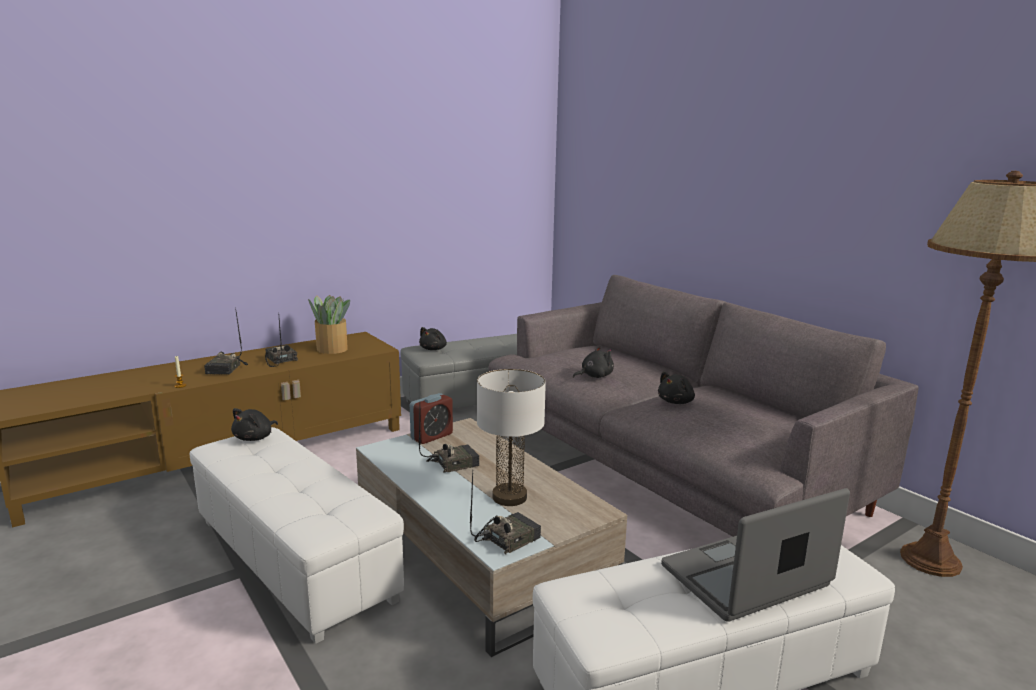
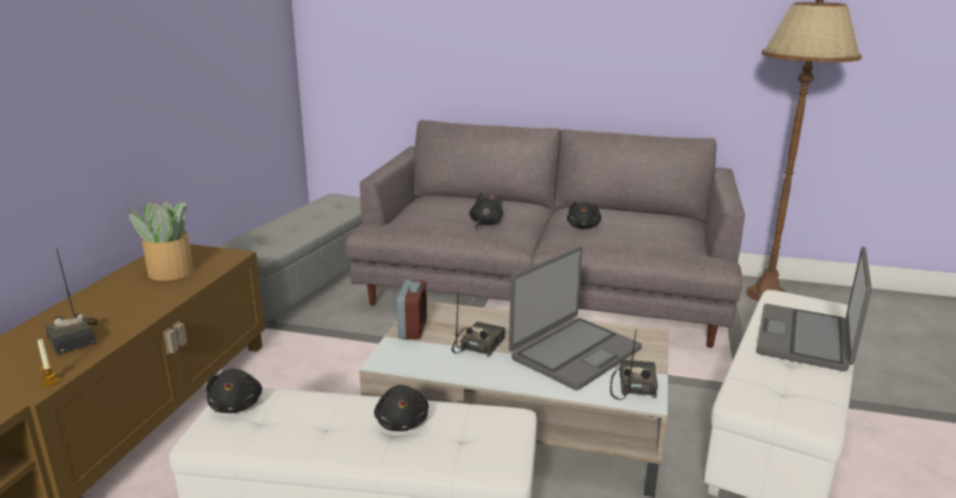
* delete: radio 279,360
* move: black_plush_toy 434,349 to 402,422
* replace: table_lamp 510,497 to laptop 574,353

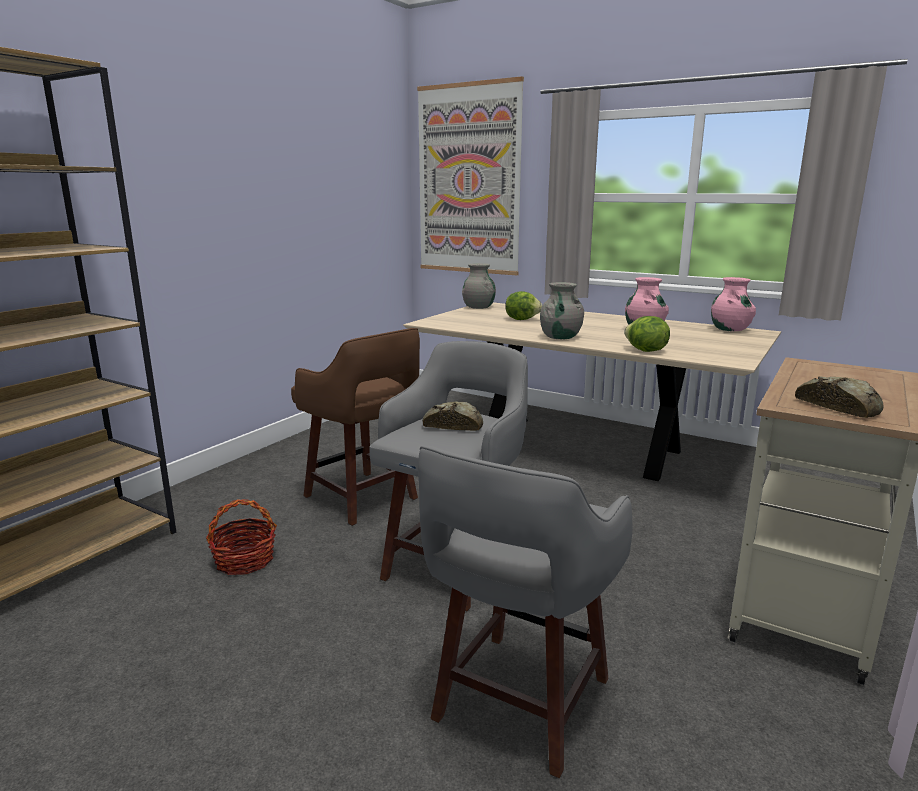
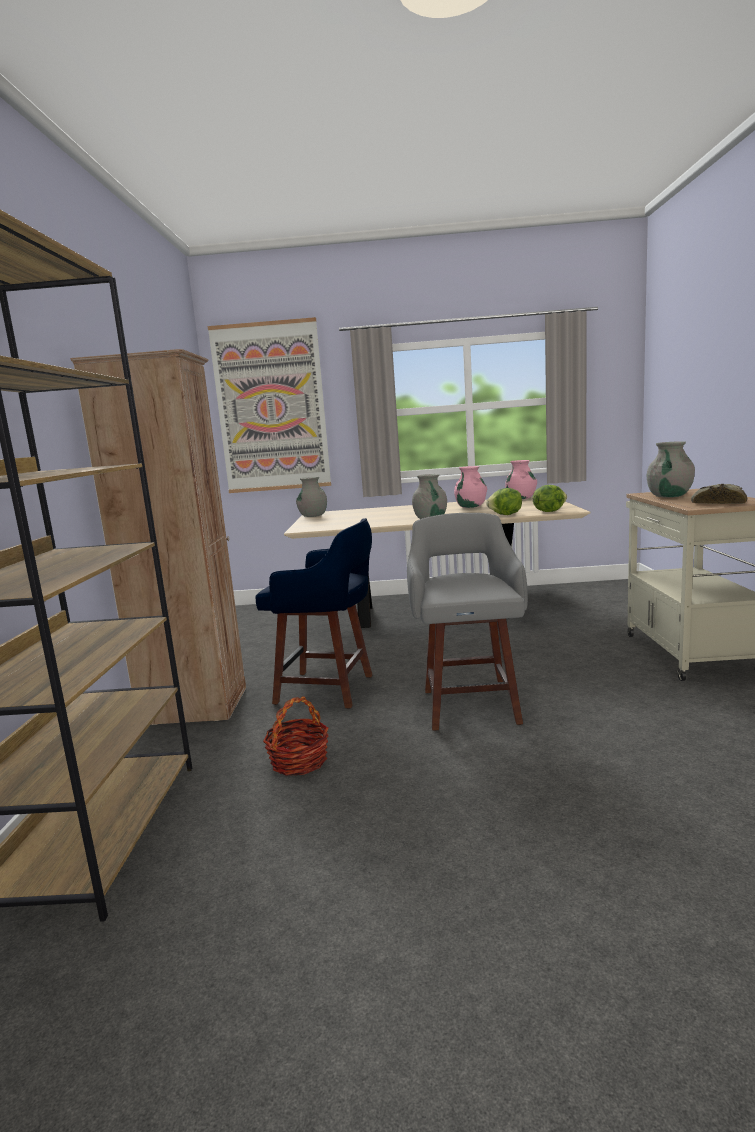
* move: lettuce 522,319 to 549,511
* recolor: brown_stool 363,499 to blue_stool 329,690
* delete: bread 453,425
* delete: grey_stool 518,704
* insert: brown_cabinet 196,705
* insert: grey_vase 669,496

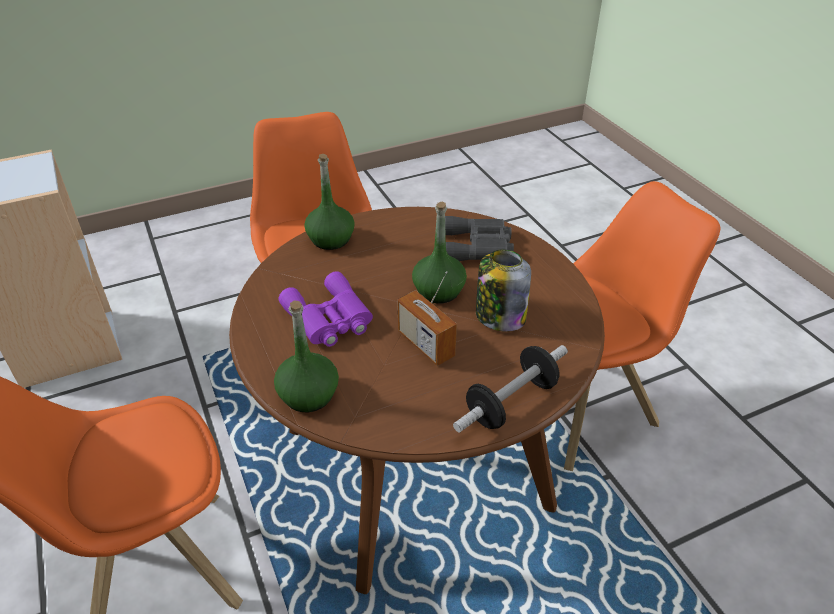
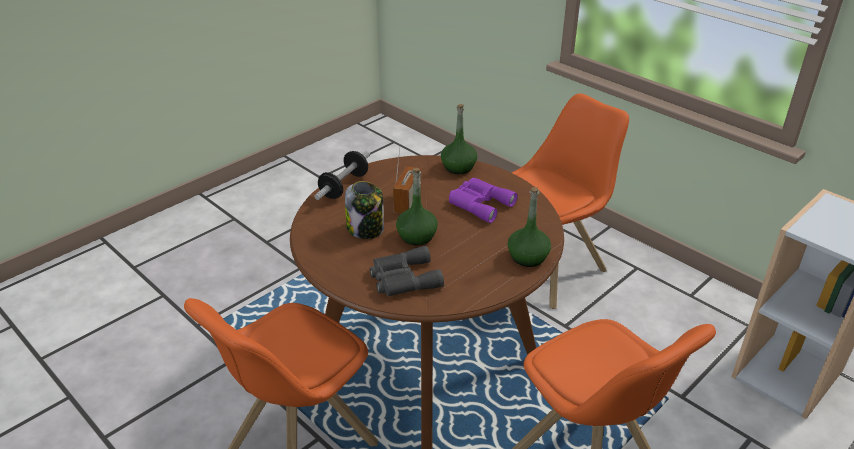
* rotate: radio 426,344 = 407,203 75 degrees clockwise

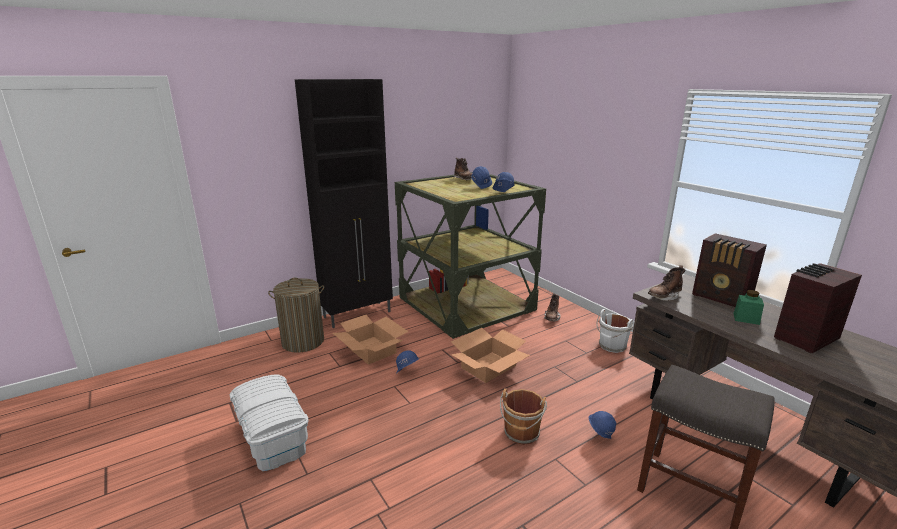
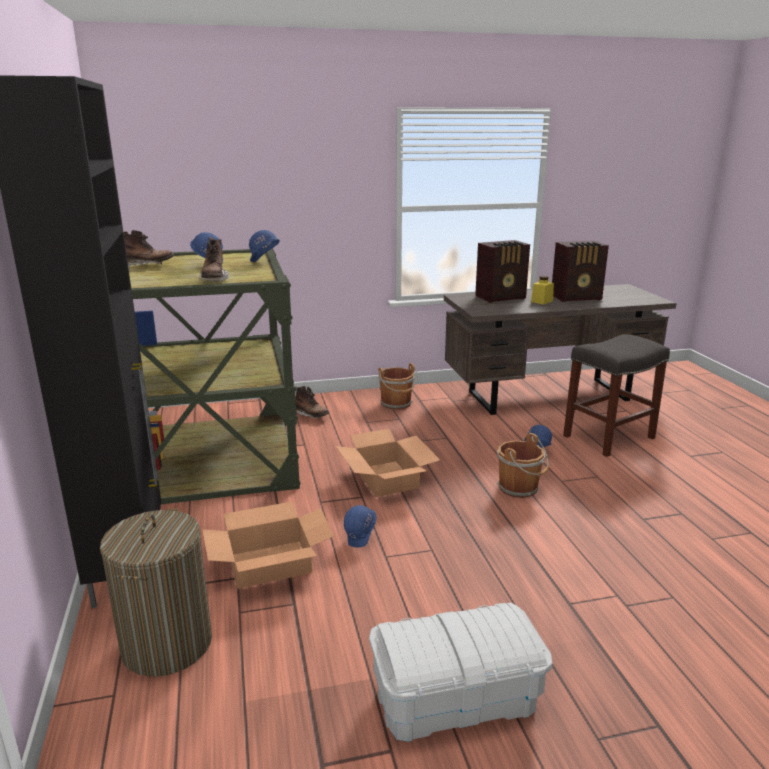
* rotate: radio 804,338 = 577,298 90 degrees counterclockwise
* move: brown_boot 664,297 to 214,280
* recolor: green_jar 746,319 to yellow_jar 542,301
* recolor: white_bucket 612,346 to brown_bucket 397,404

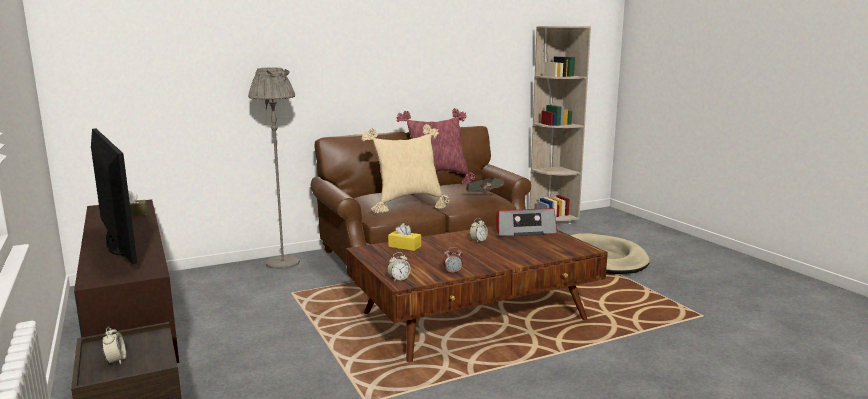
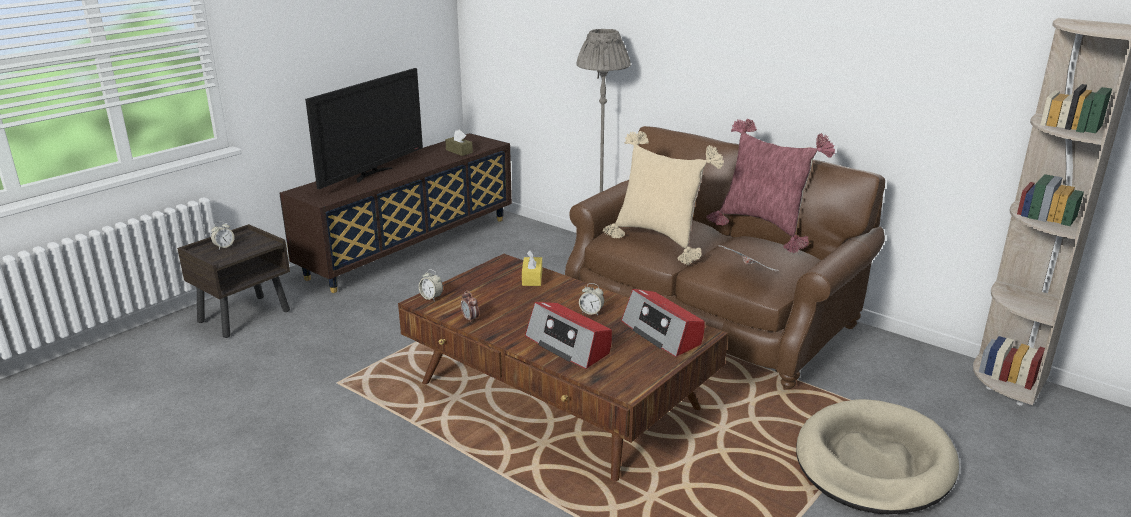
* insert: radio 569,345

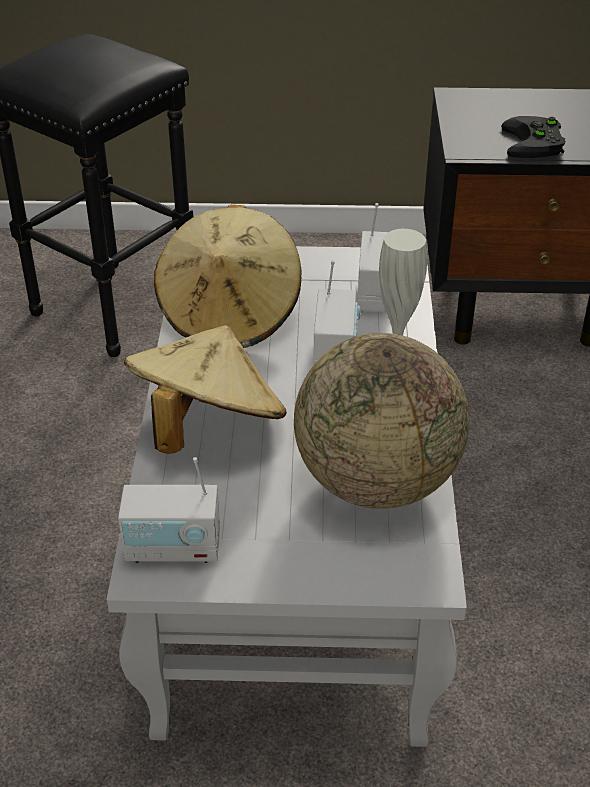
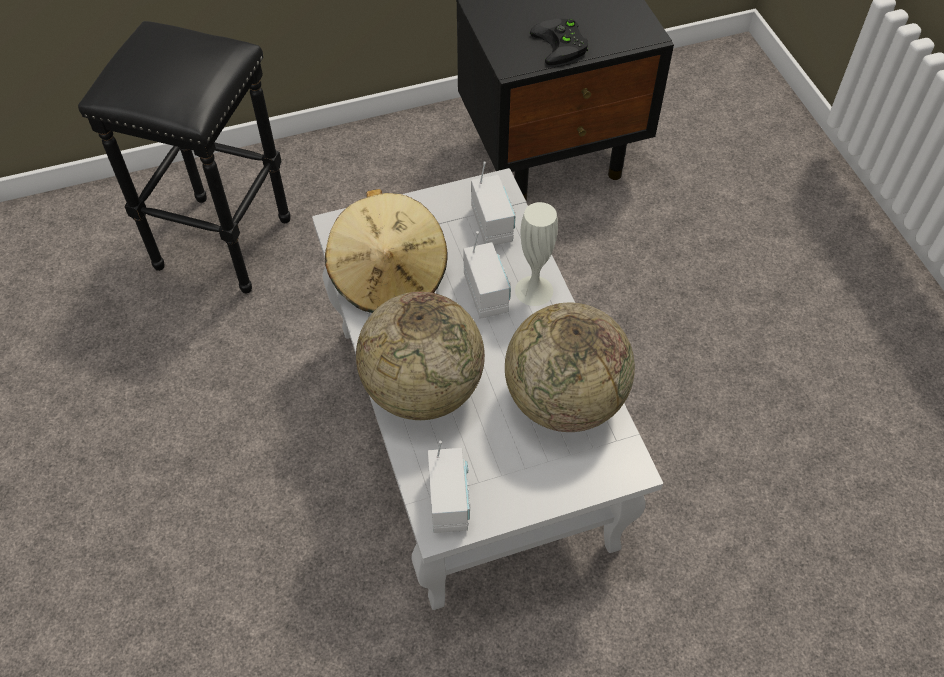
* replace: beige_hat 207,427 to globe 422,389
* rotate: radio 173,548 = 449,501 75 degrees counterclockwise

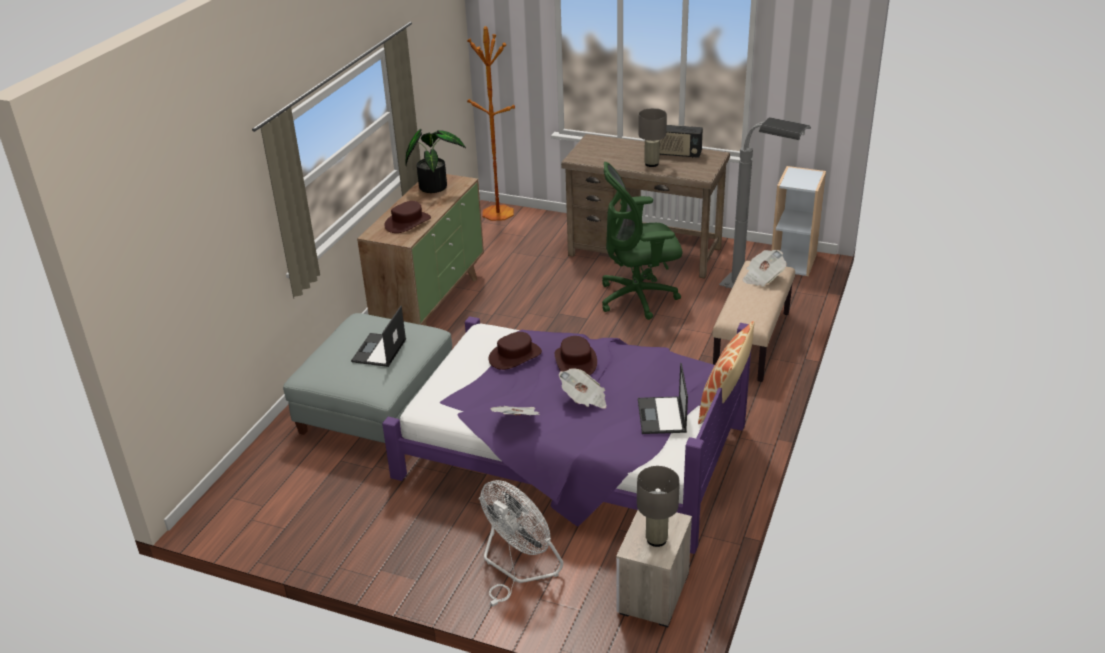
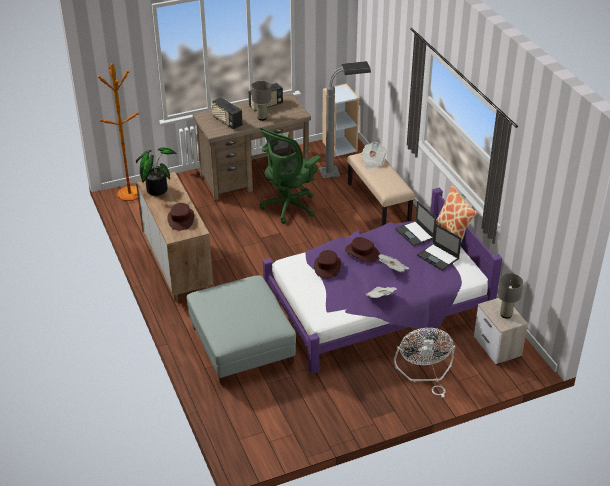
* move: laptop 379,351 to 415,234
* insert: radio 227,122

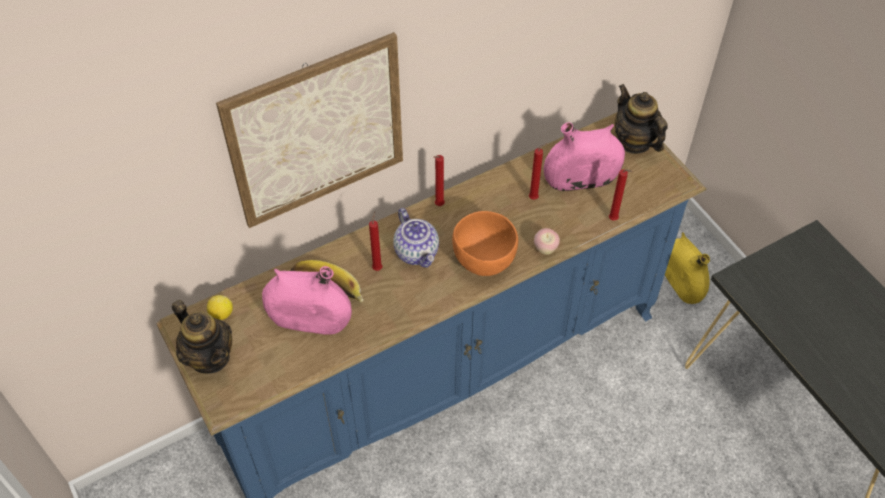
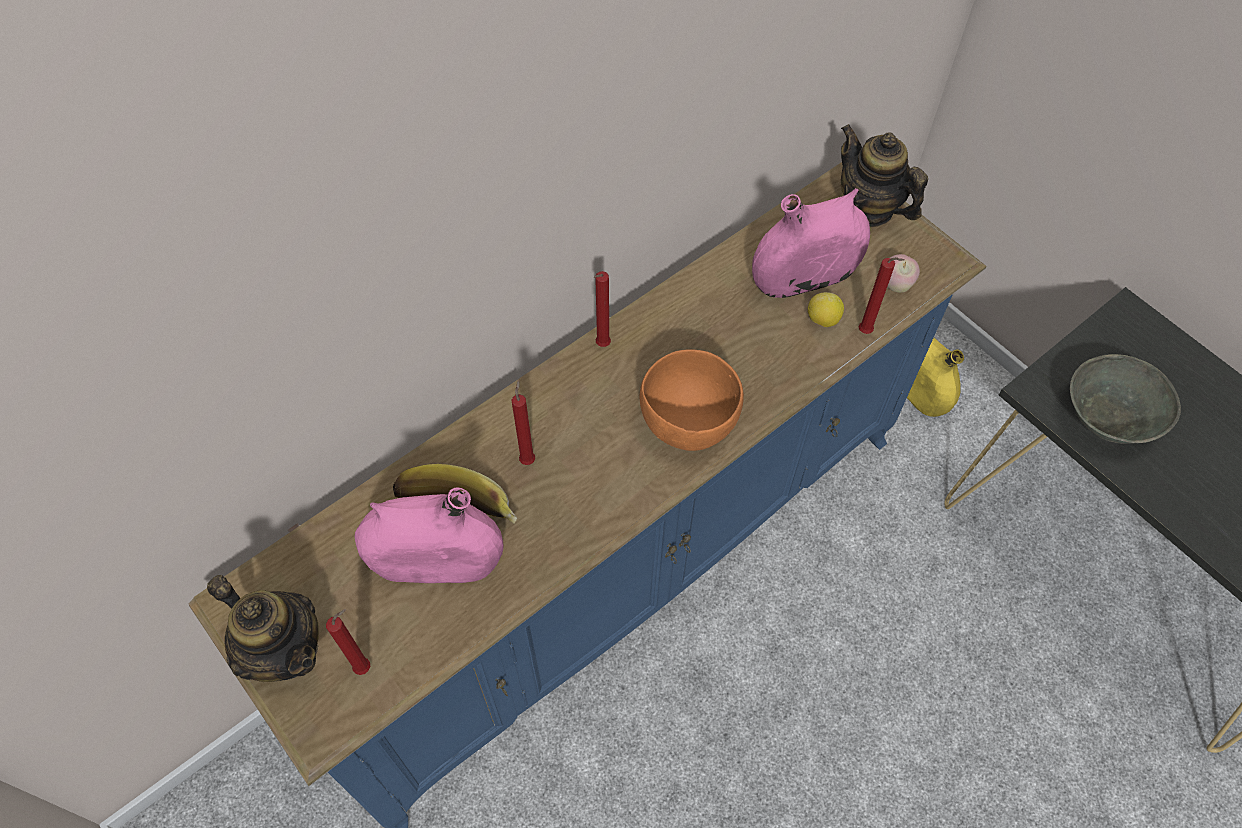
* delete: picture 316,130
* move: red_candle 535,197 to 365,667
* delete: teapot 417,252
* move: apple 545,249 to 895,285
* move: lemon 221,314 to 822,319
* insert: grey_bowl 1108,416

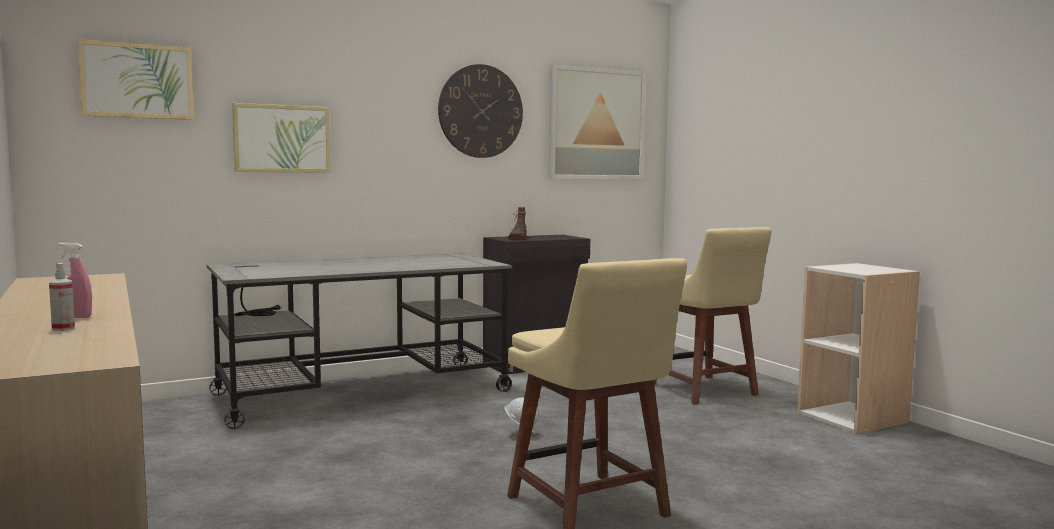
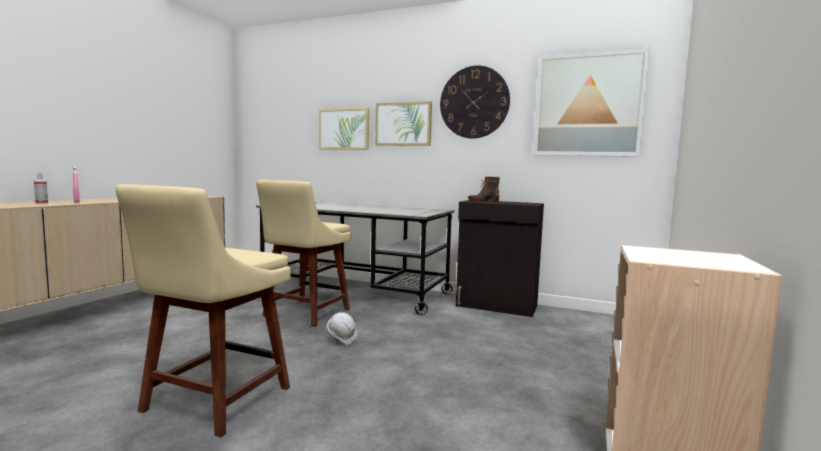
* move: picture 137,81 to 403,124
* move: beige_stool 705,391 to 304,313

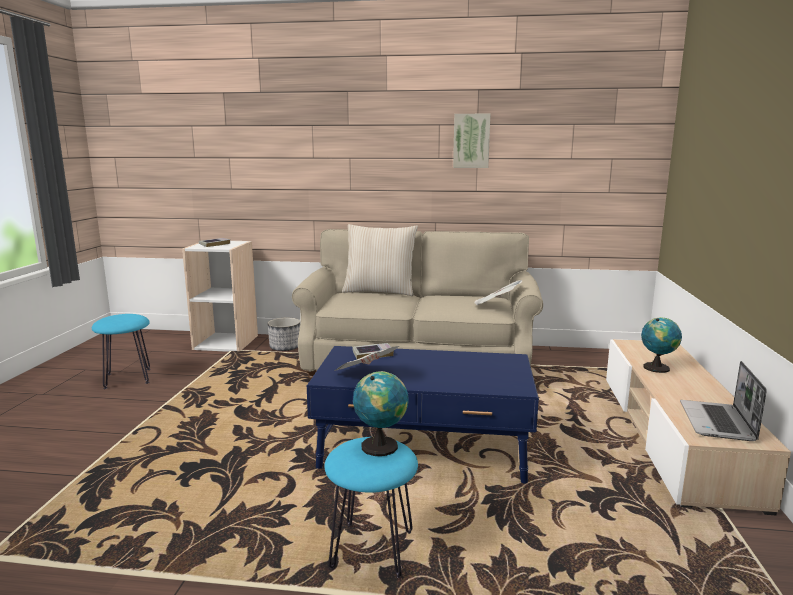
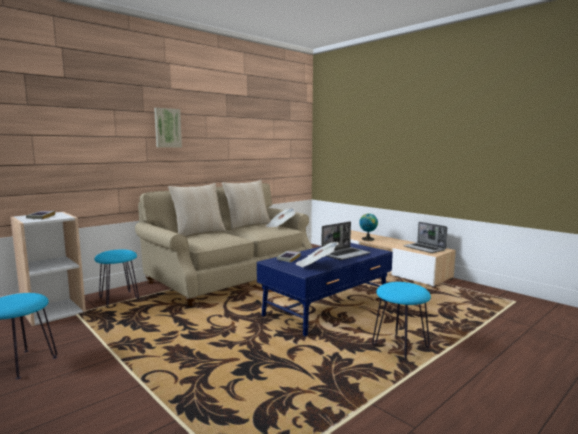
* move: picture 471,141 to 167,128
* replace: planter 285,348 to turquoise_stool 119,298
* delete: globe 381,445
* insert: beige_pillow 247,225
* insert: laptop 345,254

